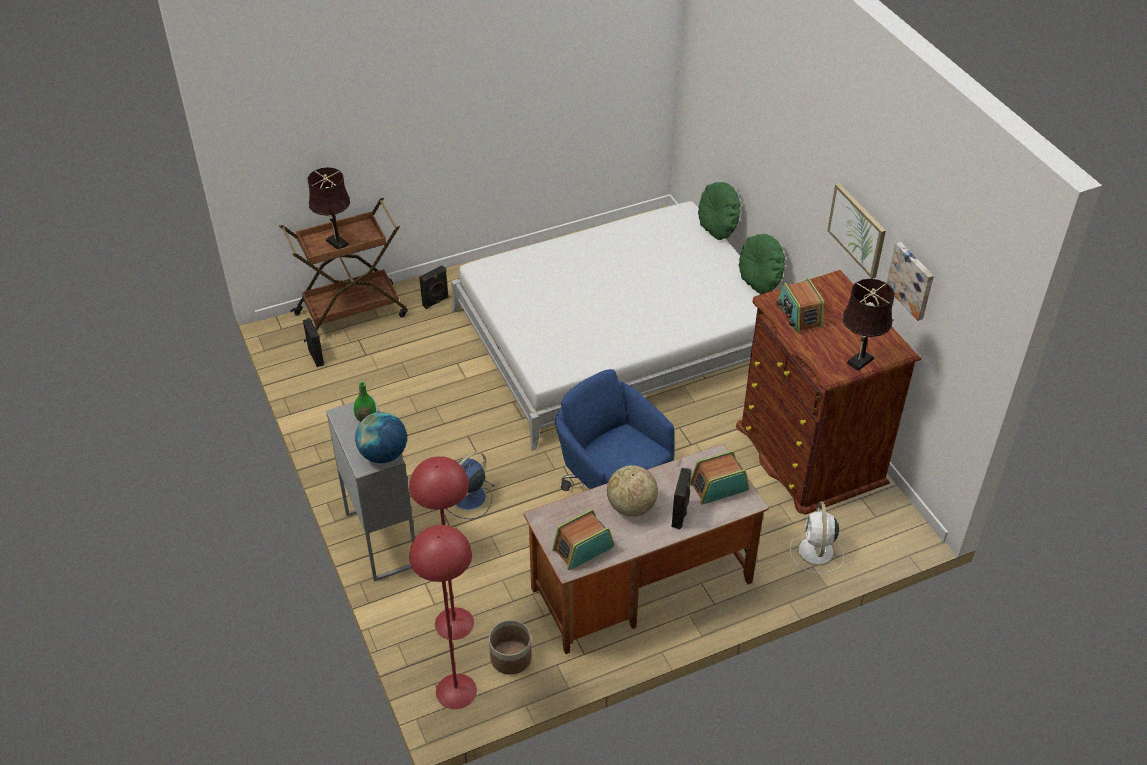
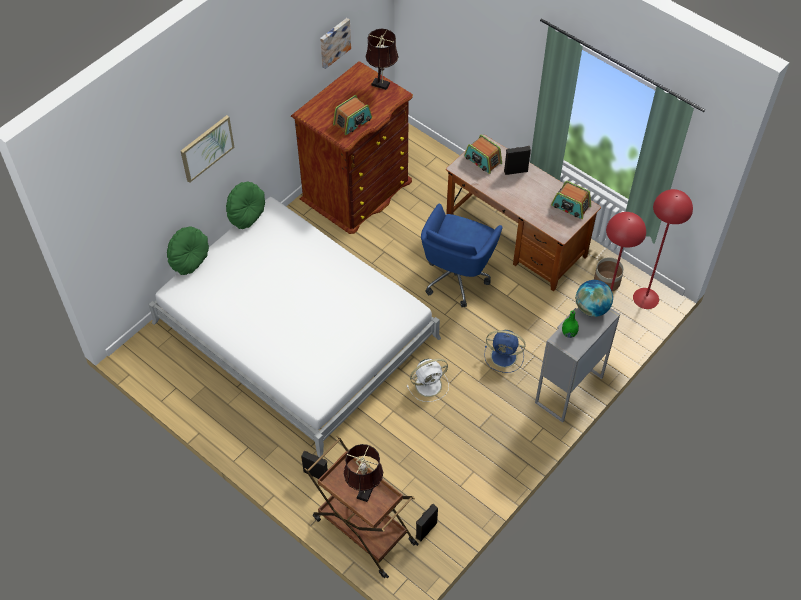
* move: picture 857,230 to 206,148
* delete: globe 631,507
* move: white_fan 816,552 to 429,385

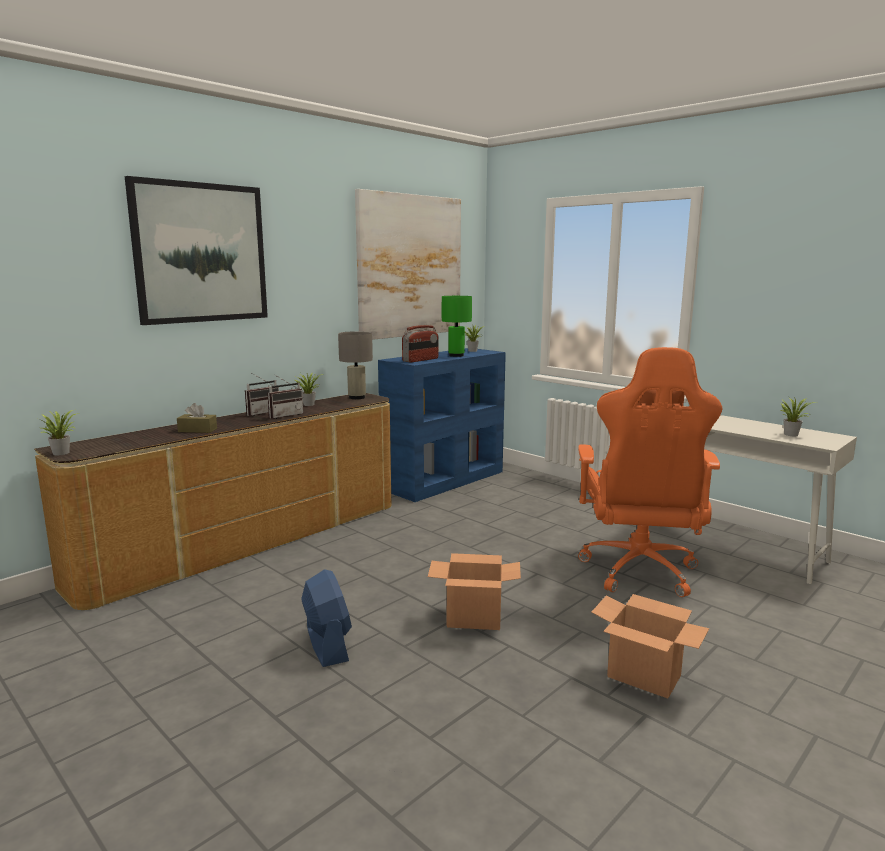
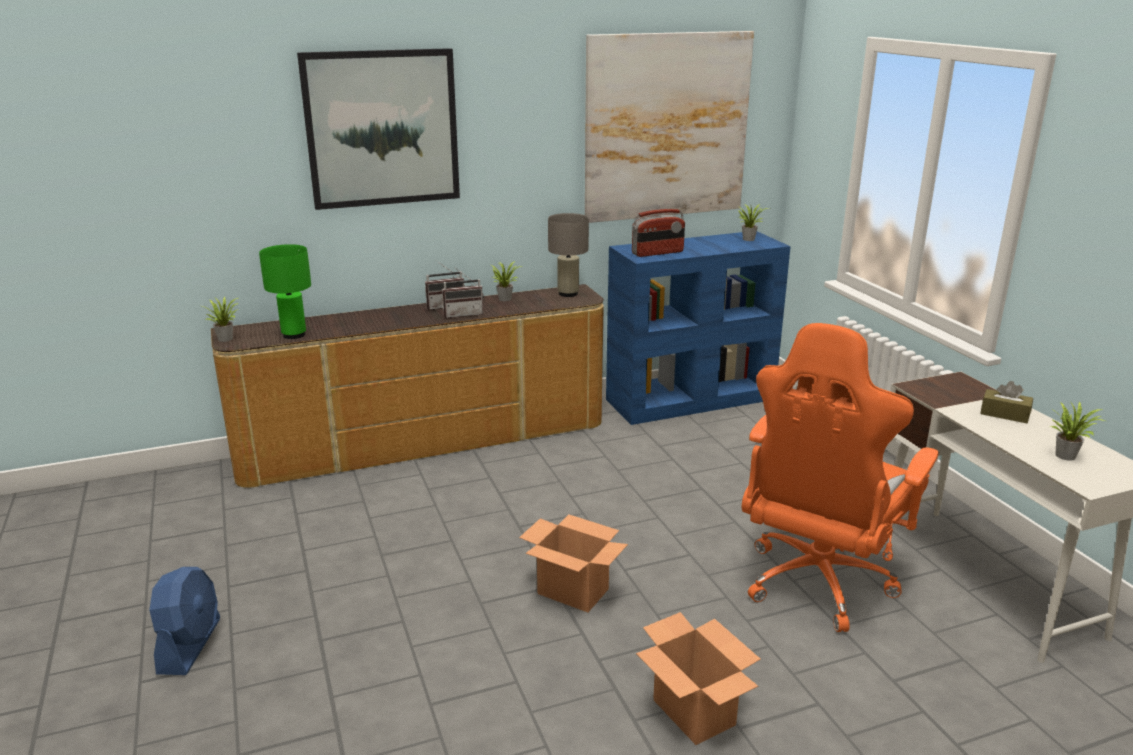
* move: green_table_lamp 456,355 to 294,335
* move: brown_tissue_box 197,430 to 1004,414
* move: blue_fan 327,644 to 190,645

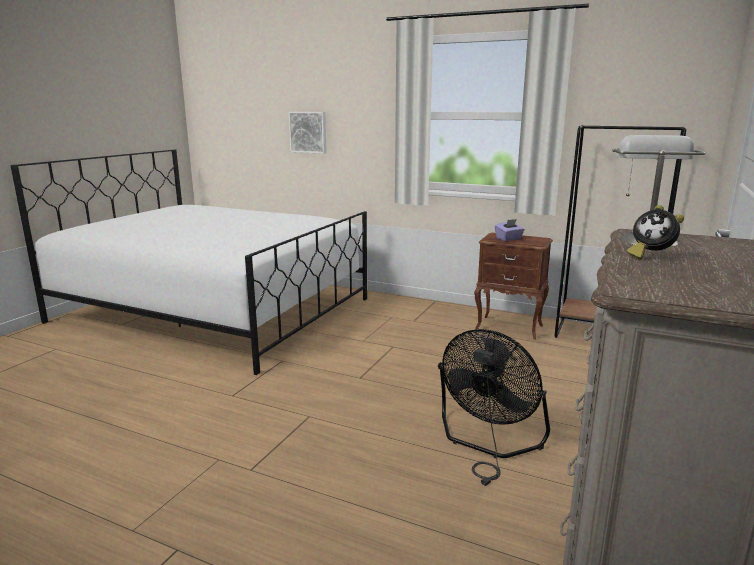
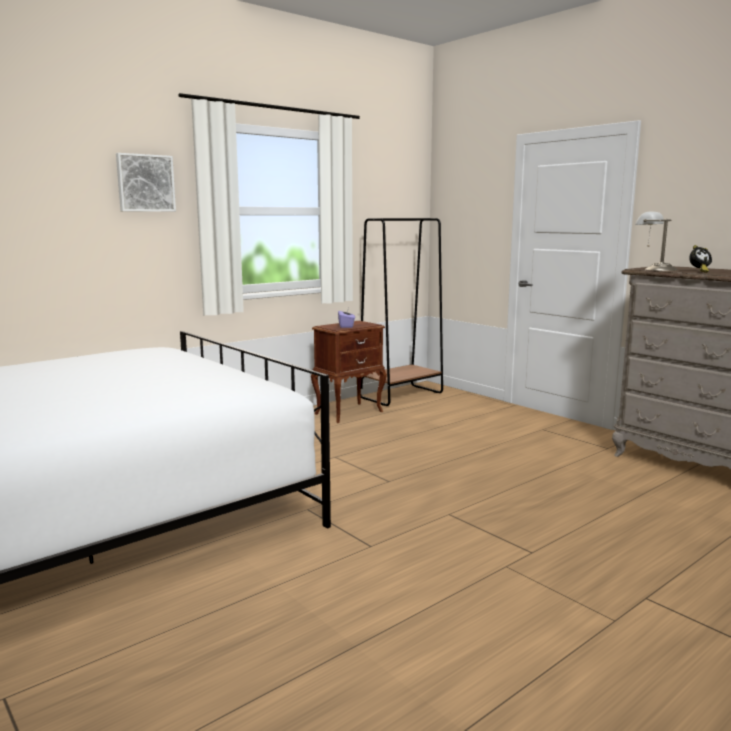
* move: picture 308,132 to 145,183
* delete: black_fan 485,443

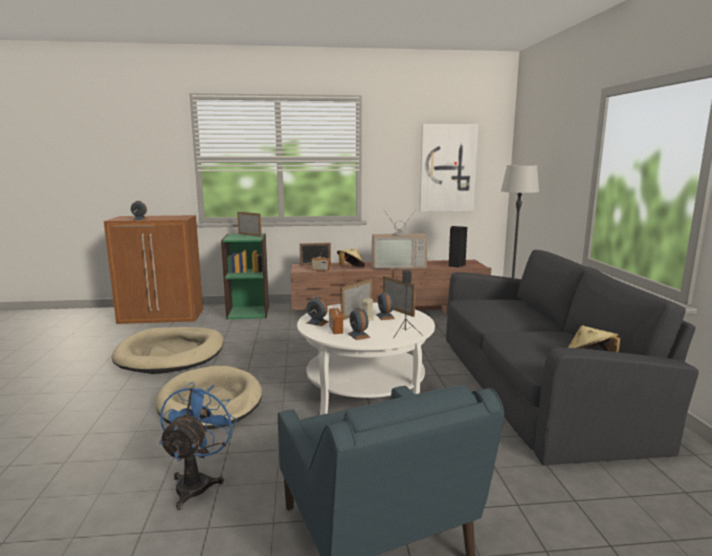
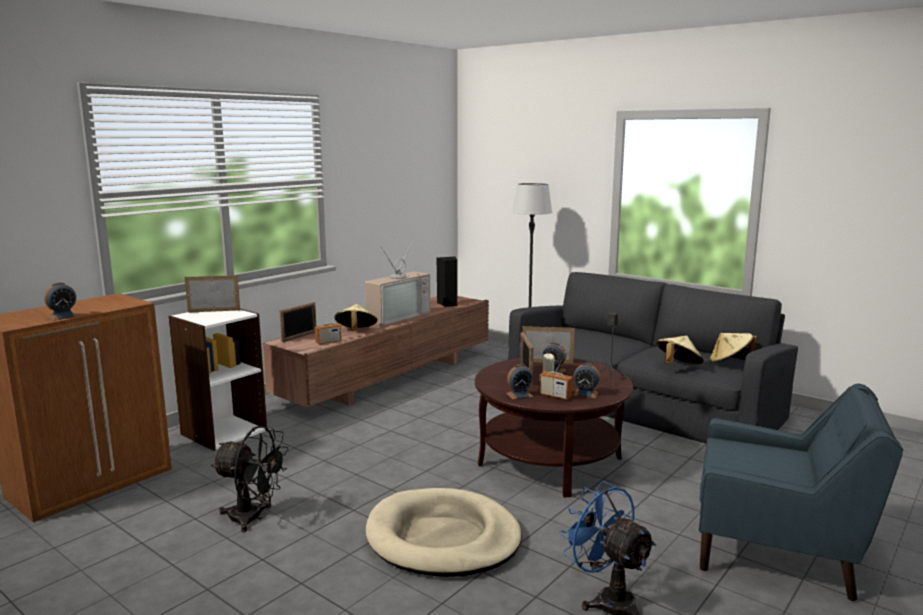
* delete: picture 447,168
* recolor: green_bookcase 248,312 to white_bookcase 223,432
* recolor: white_coffee_table 365,392 to brown_coffee_table 550,461
* replace: beige_dog_bed 171,354 to black_fan 253,518
* insert: beige_hat 677,366

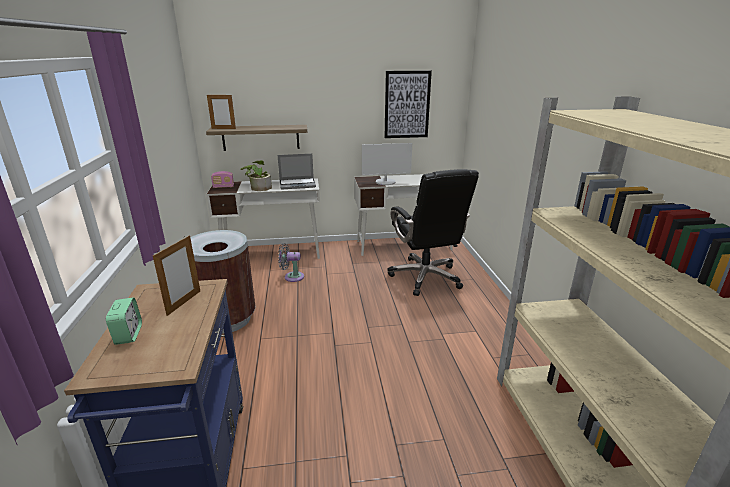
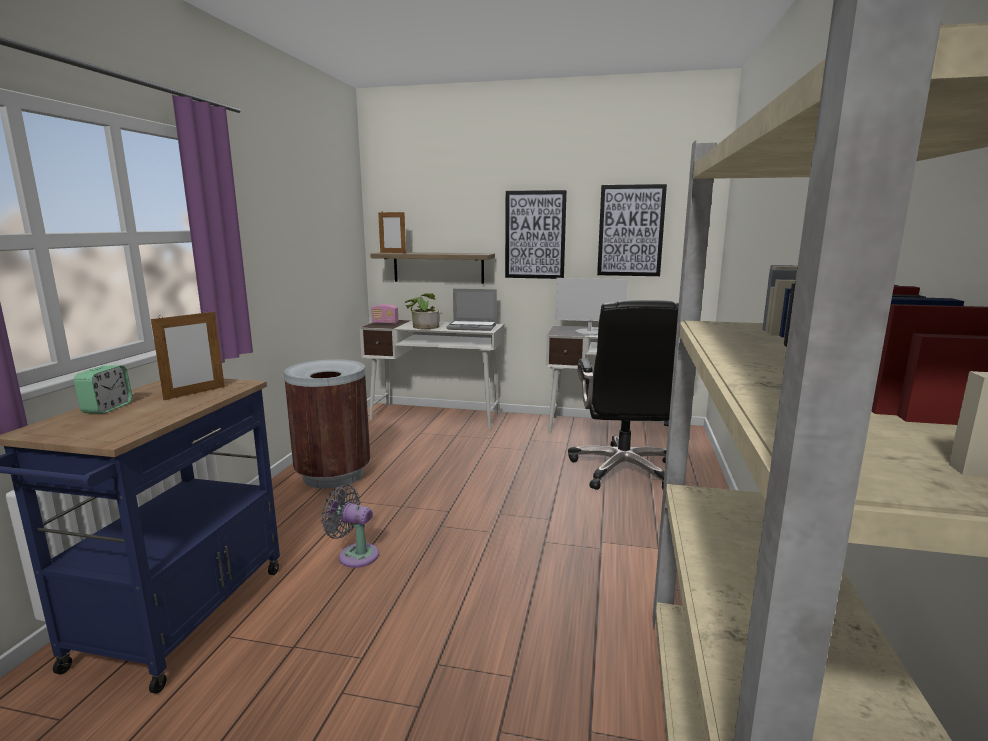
* move: grey_fan 292,277 to 355,555
* insert: picture 535,235

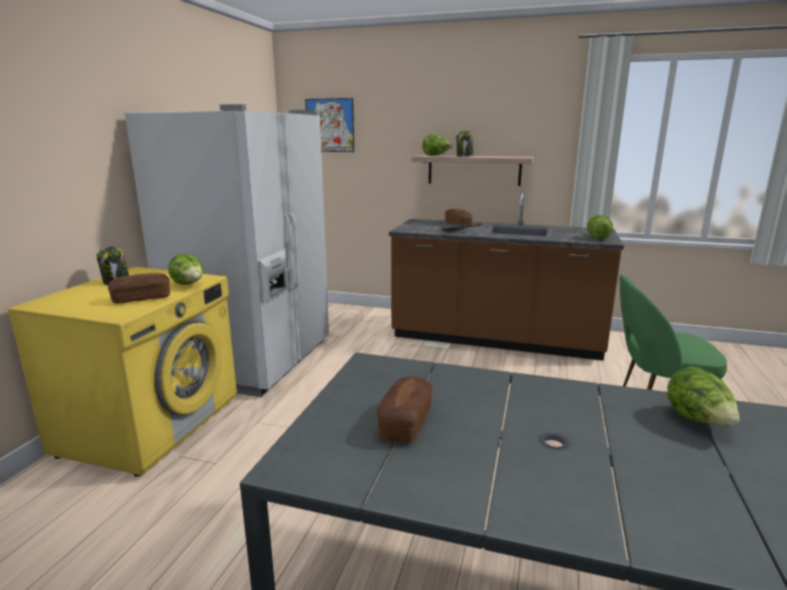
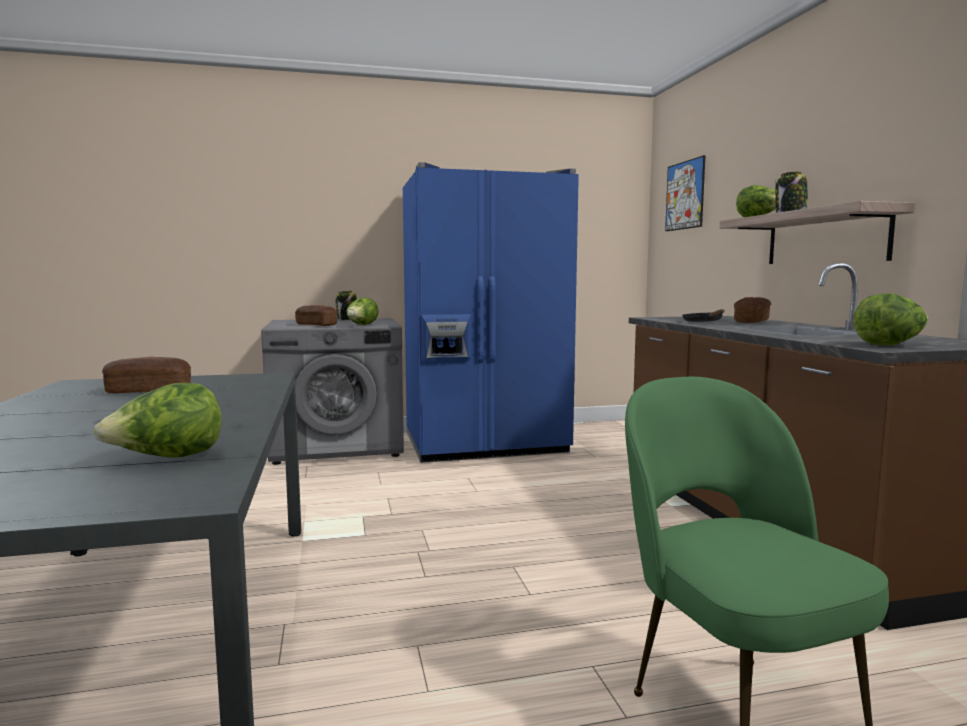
* recolor: white_fridge 256,360 to blue_fridge 485,443
* recolor: yellow_washing_machine 153,427 to grey_washing_machine 338,449

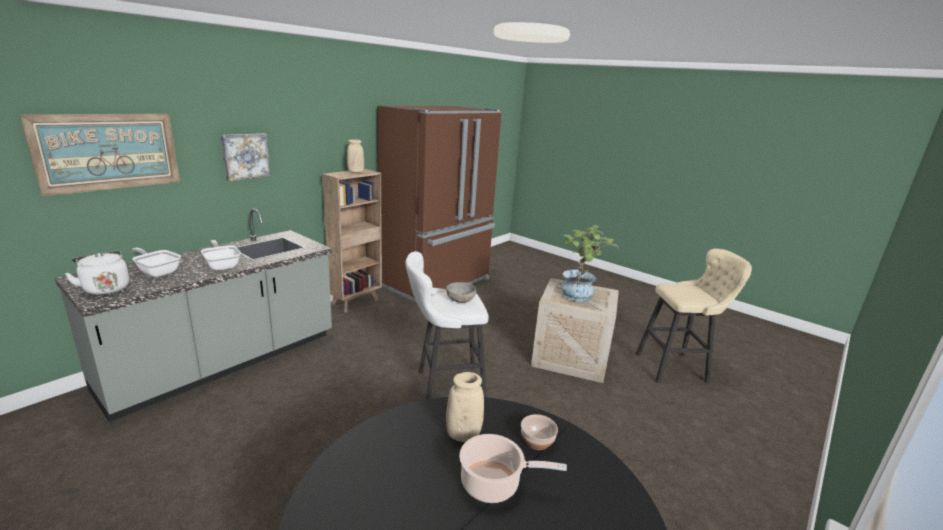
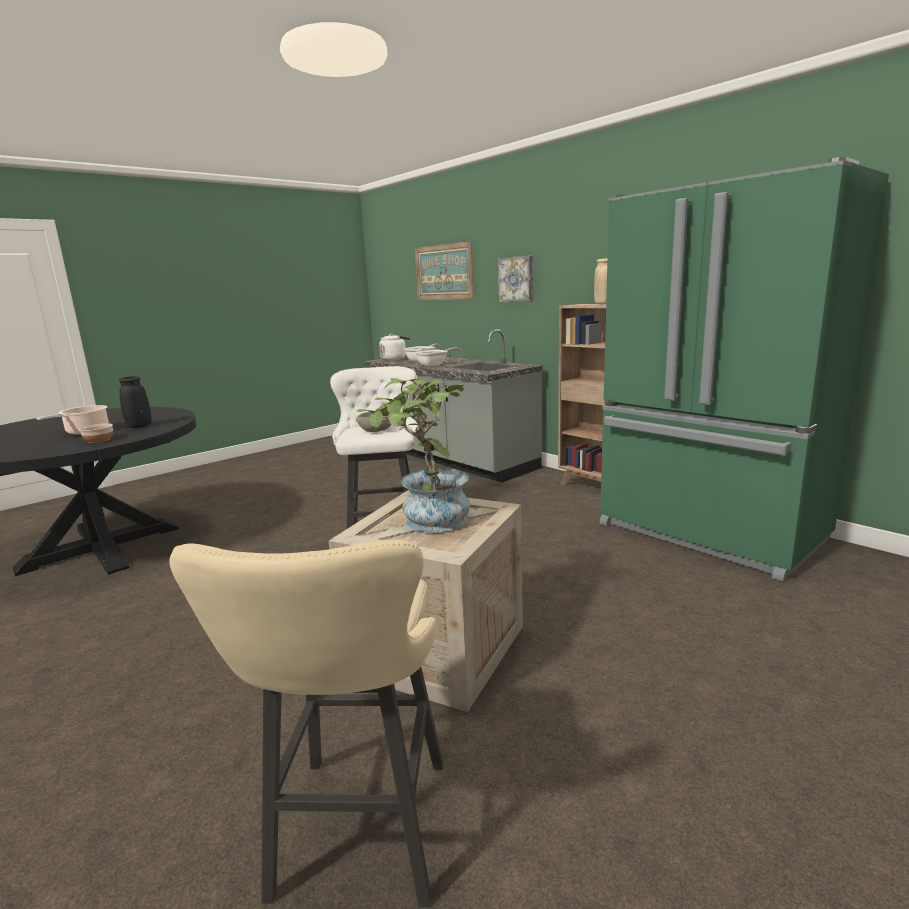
* recolor: brown_fridge 437,283 to green_fridge 708,533
* recolor: beige_vase 463,435 to black_vase 139,426

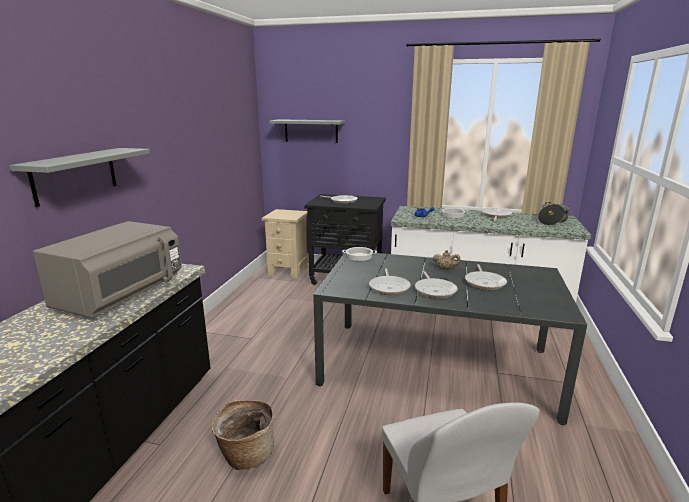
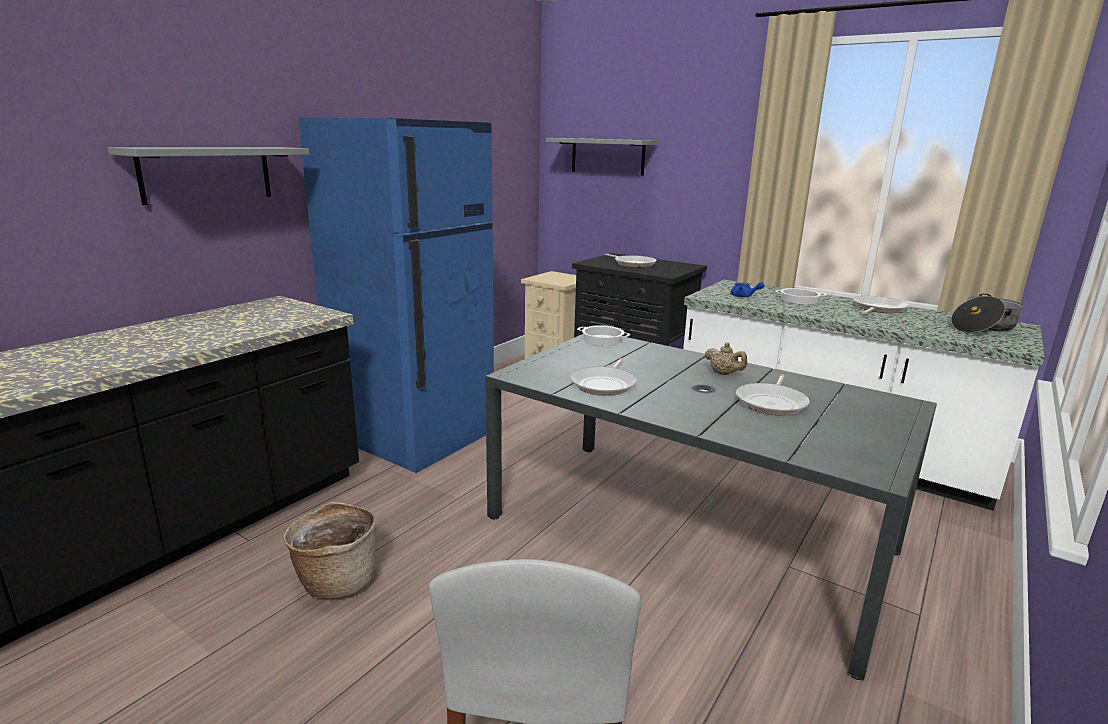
* delete: grey_microwave 121,295
* delete: frying_pan 435,290
* insert: blue_fridge 415,433

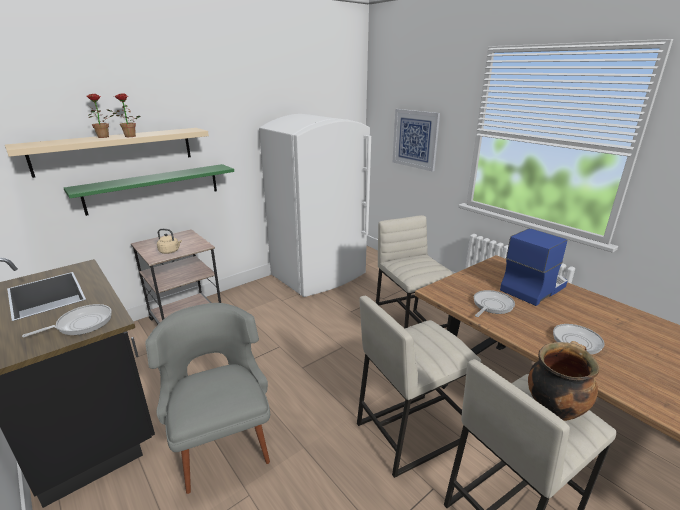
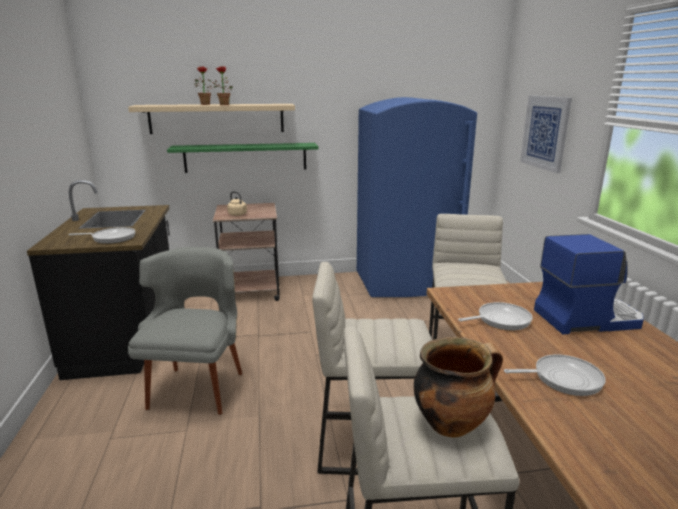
* recolor: white_fridge 319,275 to blue_fridge 406,282

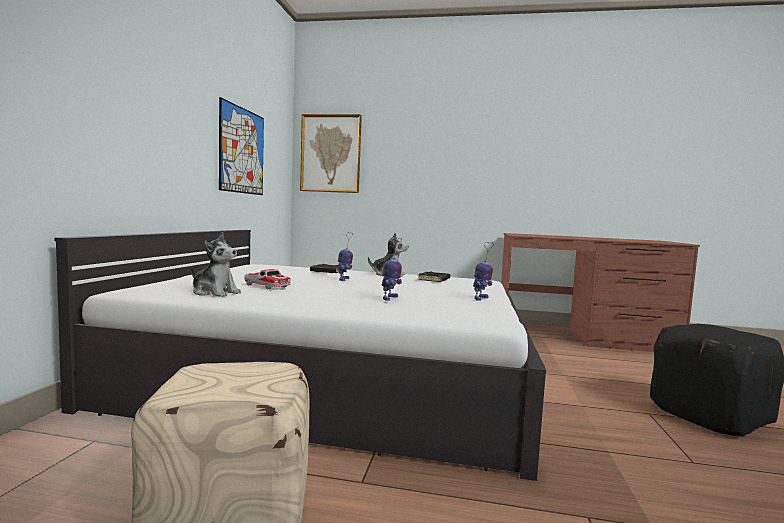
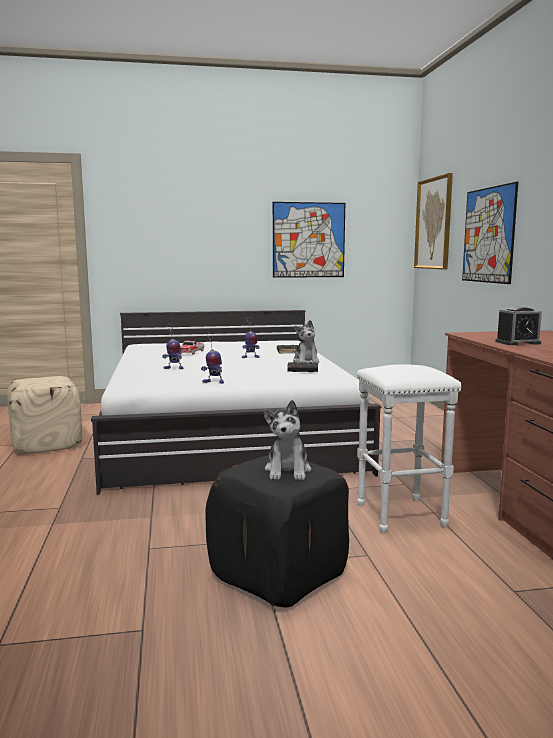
* move: plush_toy 215,293 to 288,470
* insert: picture 488,235
* insert: alarm_clock 517,342
* insert: white_stool 398,514

